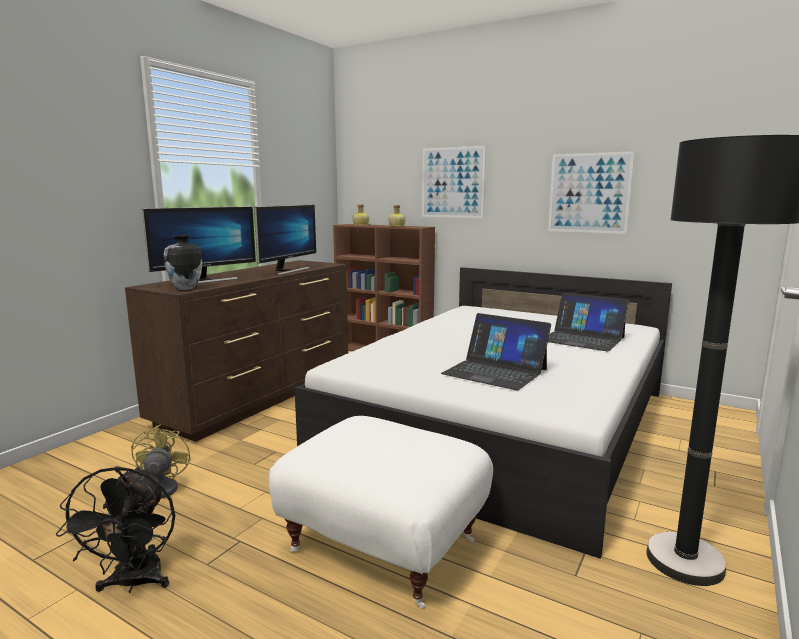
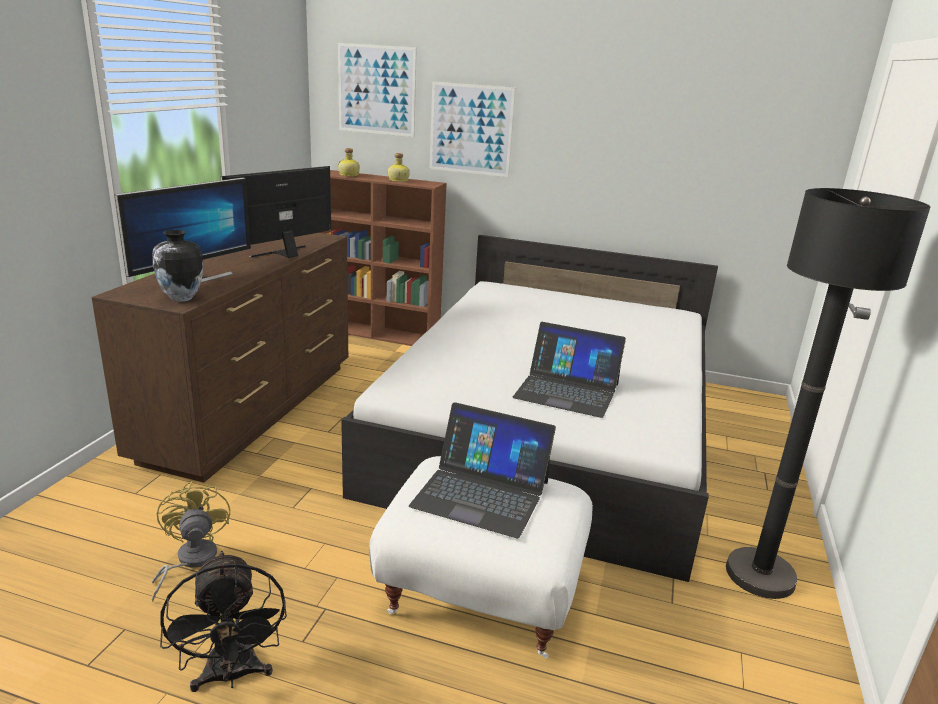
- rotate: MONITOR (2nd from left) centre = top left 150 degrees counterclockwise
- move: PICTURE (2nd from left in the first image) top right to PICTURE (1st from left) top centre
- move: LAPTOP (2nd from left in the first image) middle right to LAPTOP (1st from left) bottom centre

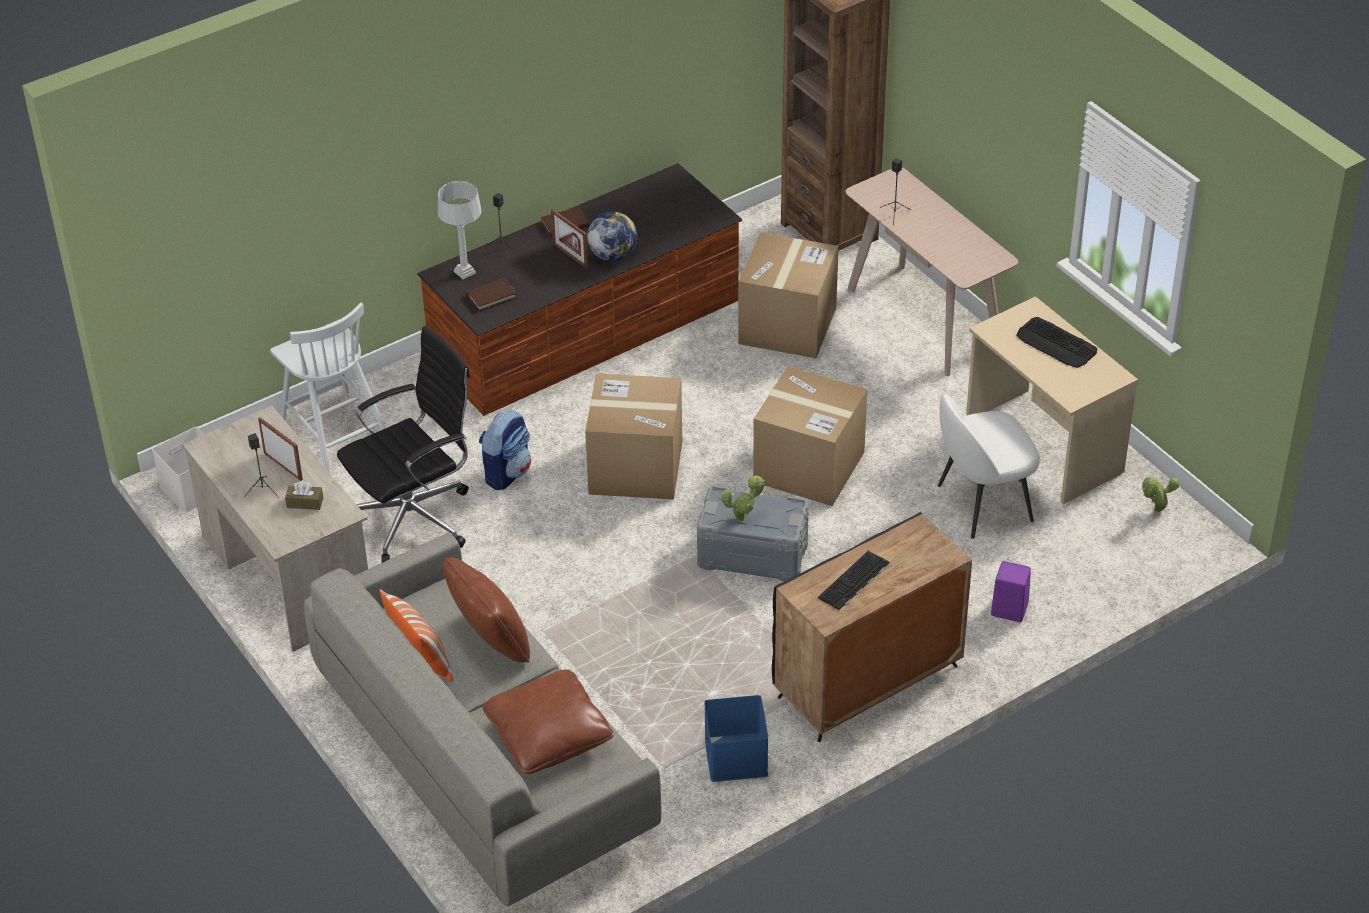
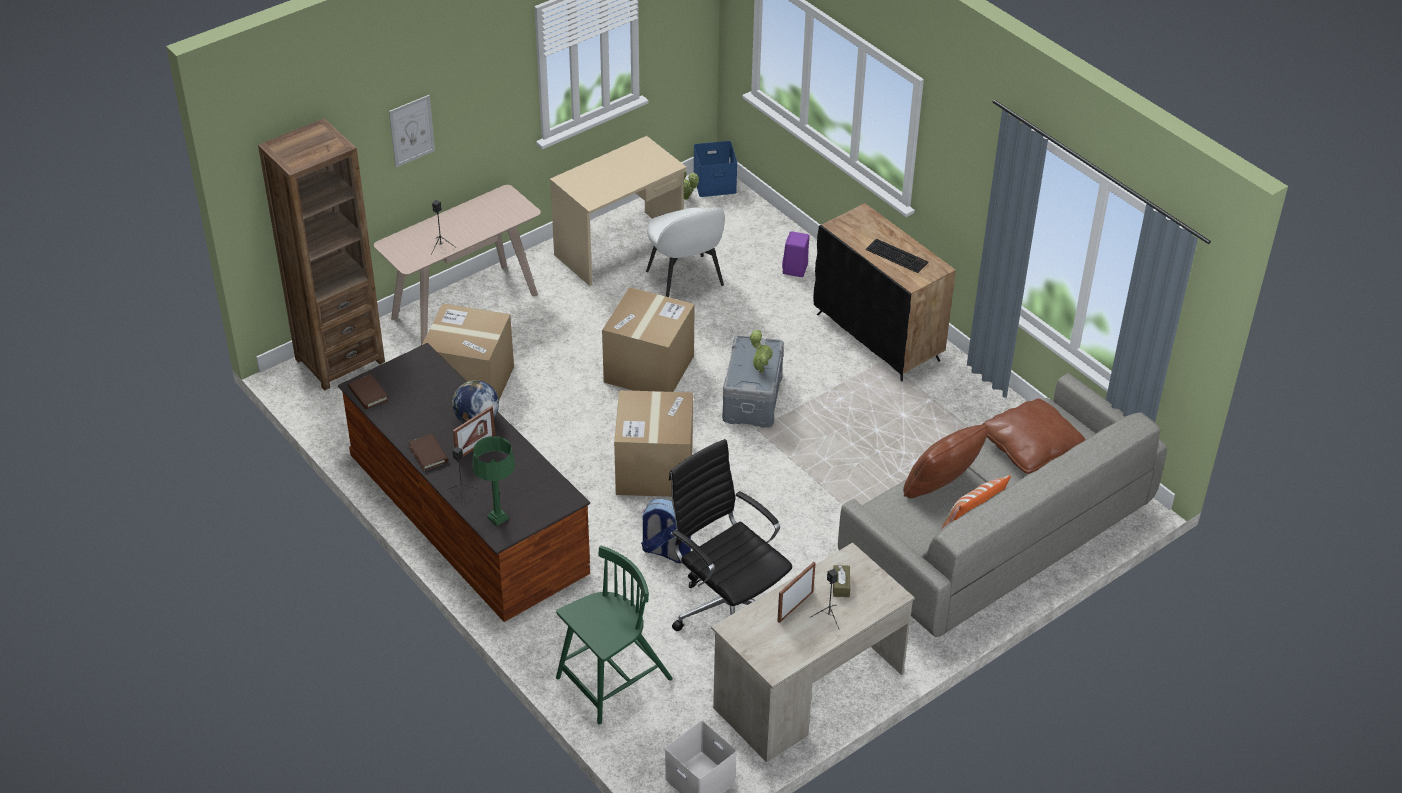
- recolor: WHITE CHAIR (1st from left) middle left to GREEN CHAIR bottom centre
- recolor: GREY TABLE LAMP top centre to GREEN TABLE LAMP centre
- move: BROWN BOOK (1st from left) top centre to middle left
- move: BLUE STORAGE BOX bottom centre to top centre
- delete: KEYBOARD (2nd from left) middle right
- insert: PICTURE top left

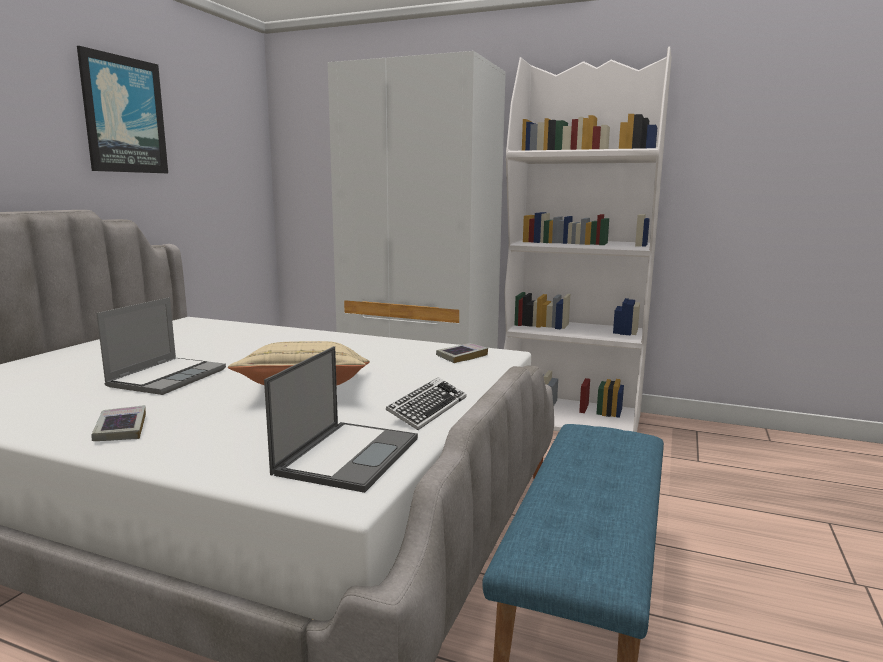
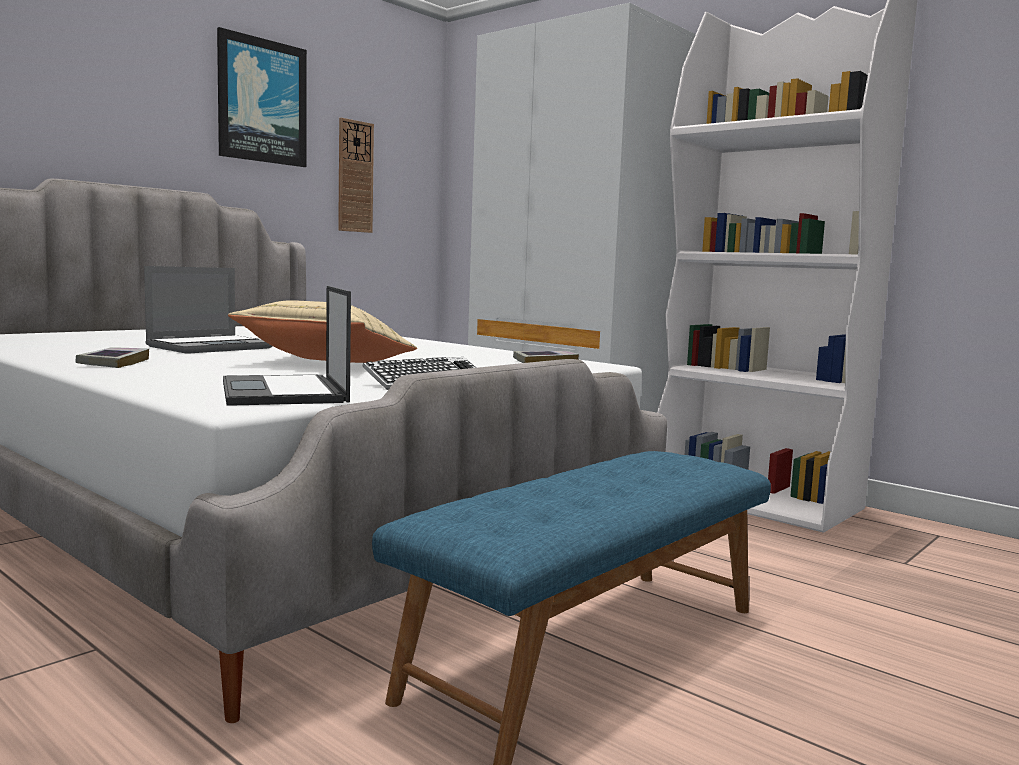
- rotate: LAPTOP (2nd from left) centre = middle left 120 degrees clockwise
- insert: WALL CLOCK top centre

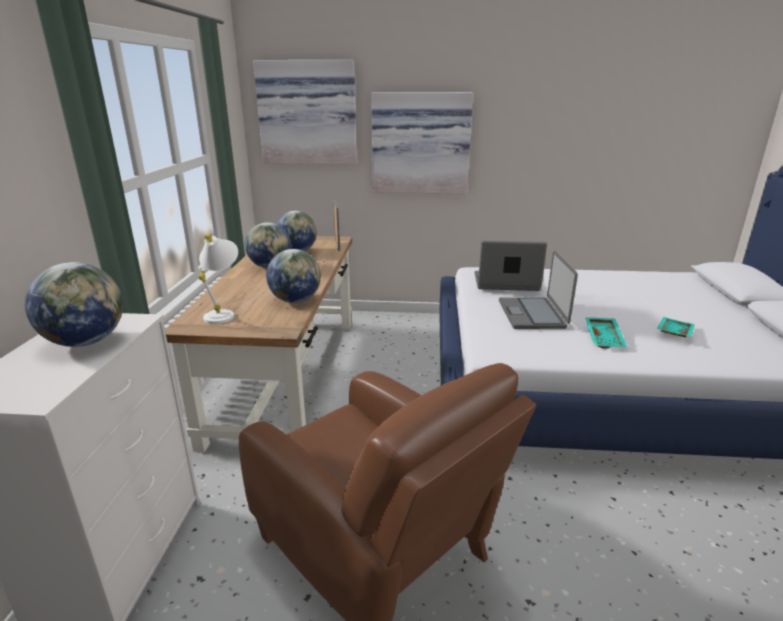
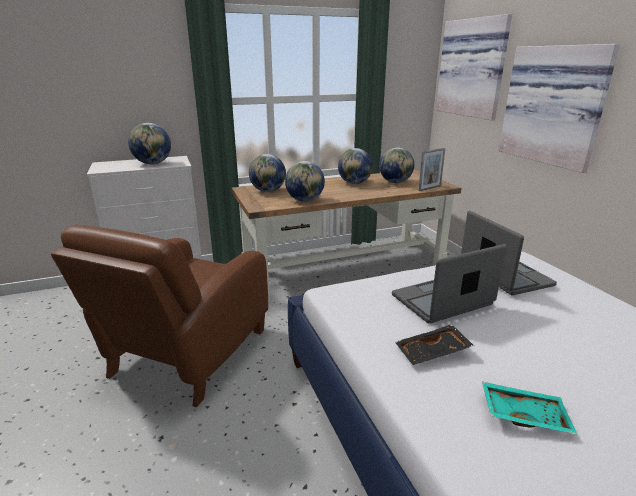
- replace: WHITE TABLE LAMP middle left to GLOBE (2nd from left) centre
- recolor: TURQUOISE TRAY (1st from left) middle right to BLACK TRAY bottom right

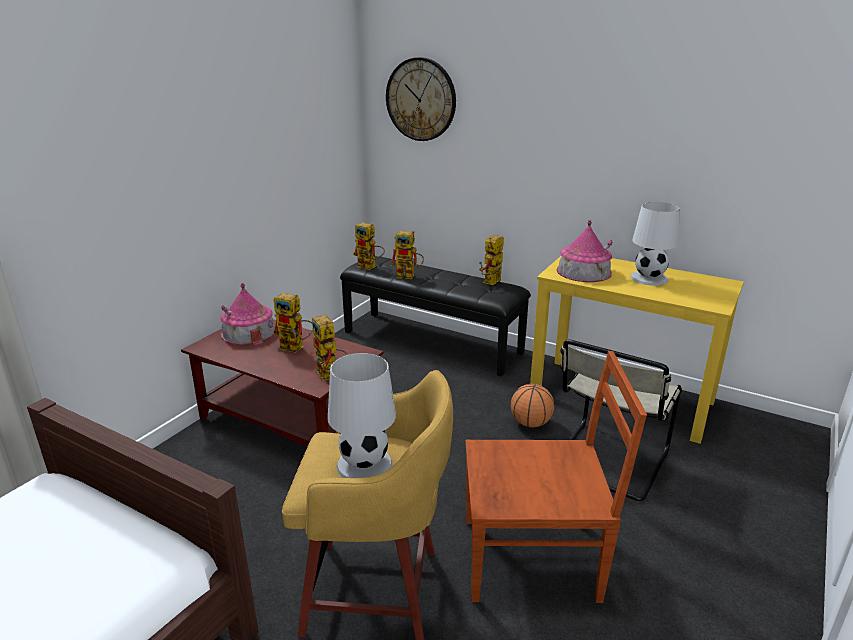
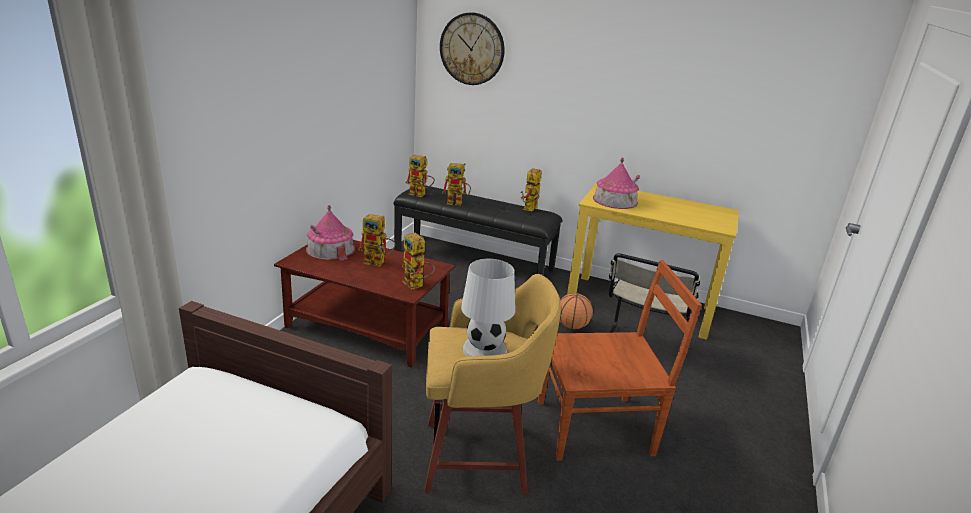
- delete: WHITE TABLE LAMP (2nd from left) middle right

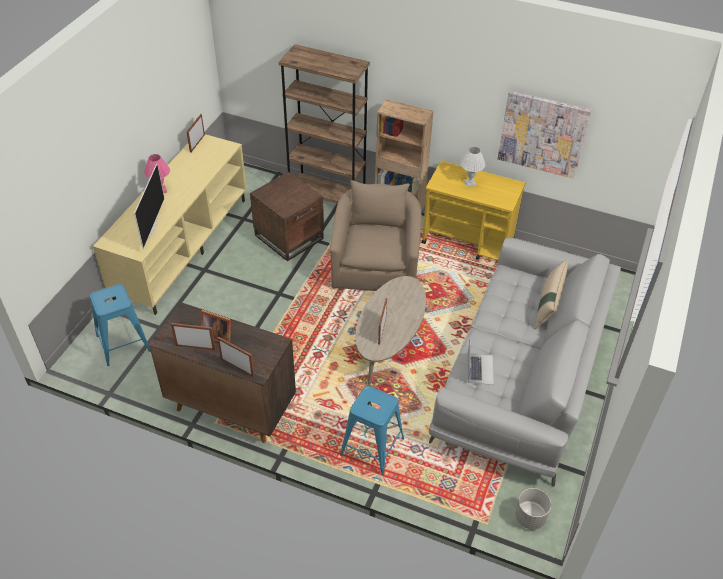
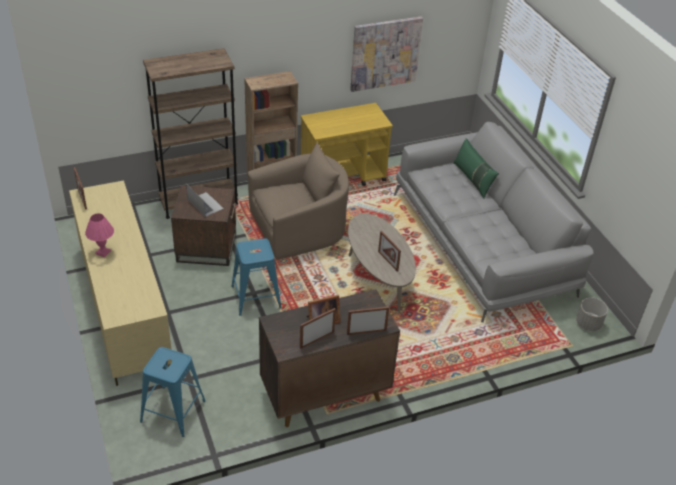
- delete: TELEVISION middle left
- rotate: BEIGE ARMCHAIR centre = centre 105 degrees clockwise
- move: BLUE STOOL (2nd from left) bottom centre to centre
- delete: WHITE TABLE LAMP top centre
- move: LAPTOP centre to middle left
- recolor: BEIGE PILLOW middle right to GREEN PILLOW middle right

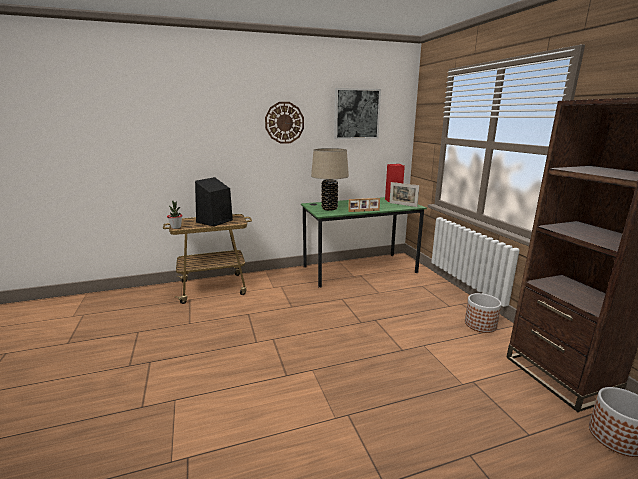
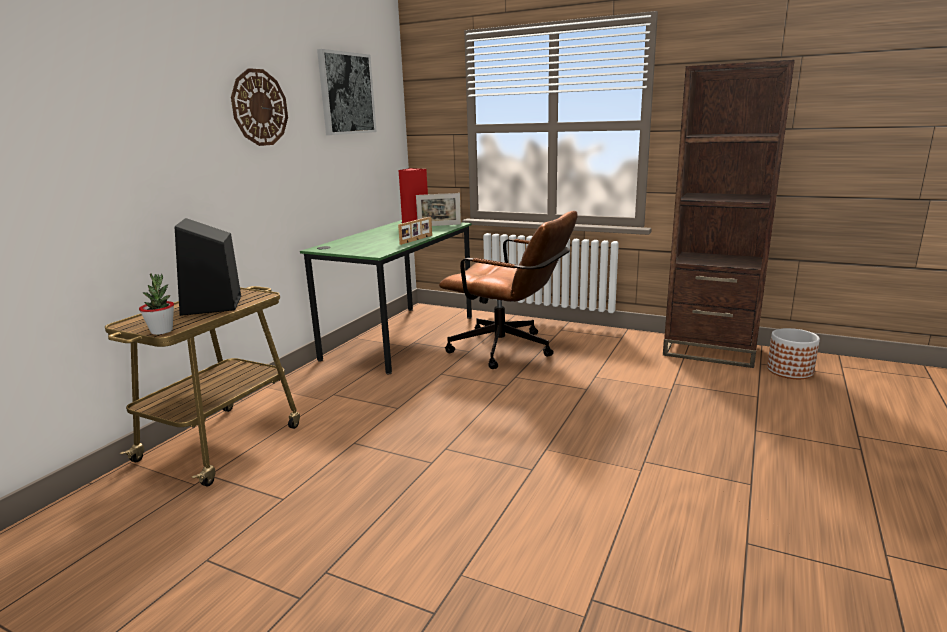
- delete: BEIGE TABLE LAMP centre
- delete: PLANTER (1st from left) middle right
- insert: BROWN OFFICE CHAIR centre

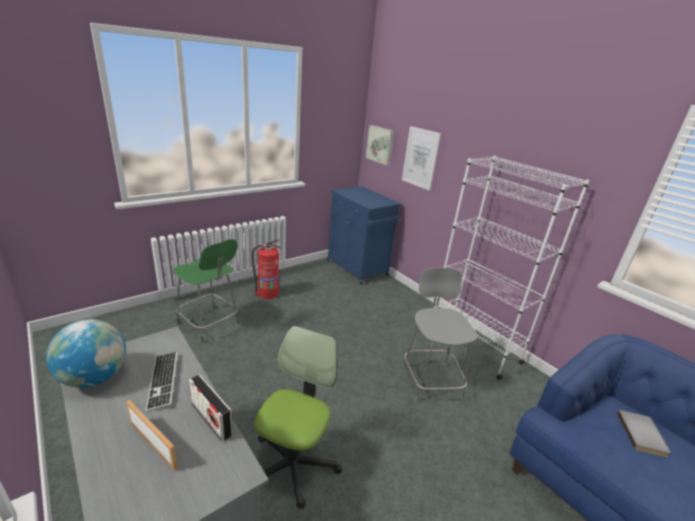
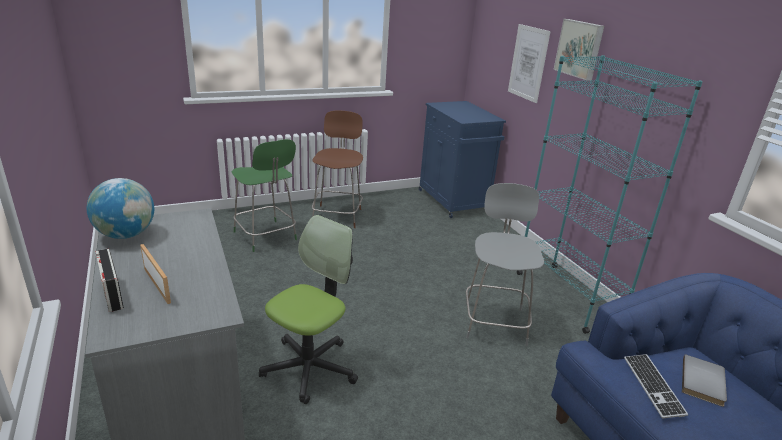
- move: KEYBOARD bottom left to bottom right
- move: RADIO bottom left to middle left
- replace: FIRE EXTINGUISHER centre to BROWN CHAIR centre
- move: PICTURE (1st from left in the first image) top centre to PICTURE (2nd from left) top right
- recolor: WHITE BOOKCASE middle right to TURQUOISE BOOKCASE middle right

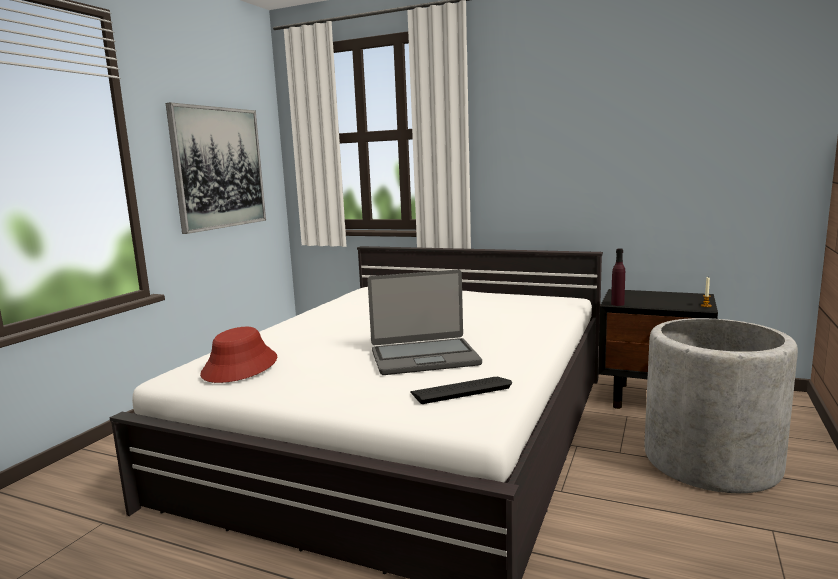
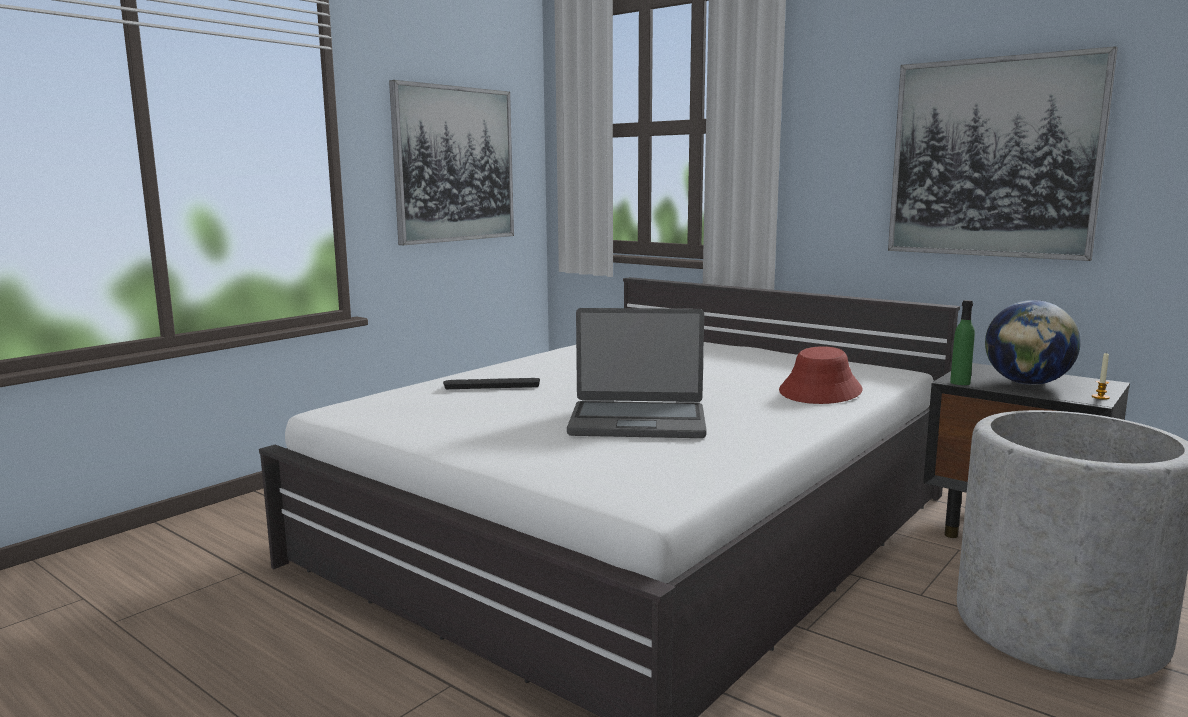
- move: RED HAT middle left to middle right
- move: KEYBOARD bottom centre to centre
- recolor: PURPLE BOTTLE middle right to GREEN BOTTLE middle right
- insert: PICTURE (2nd from left) top right
- insert: GLOBE middle right

